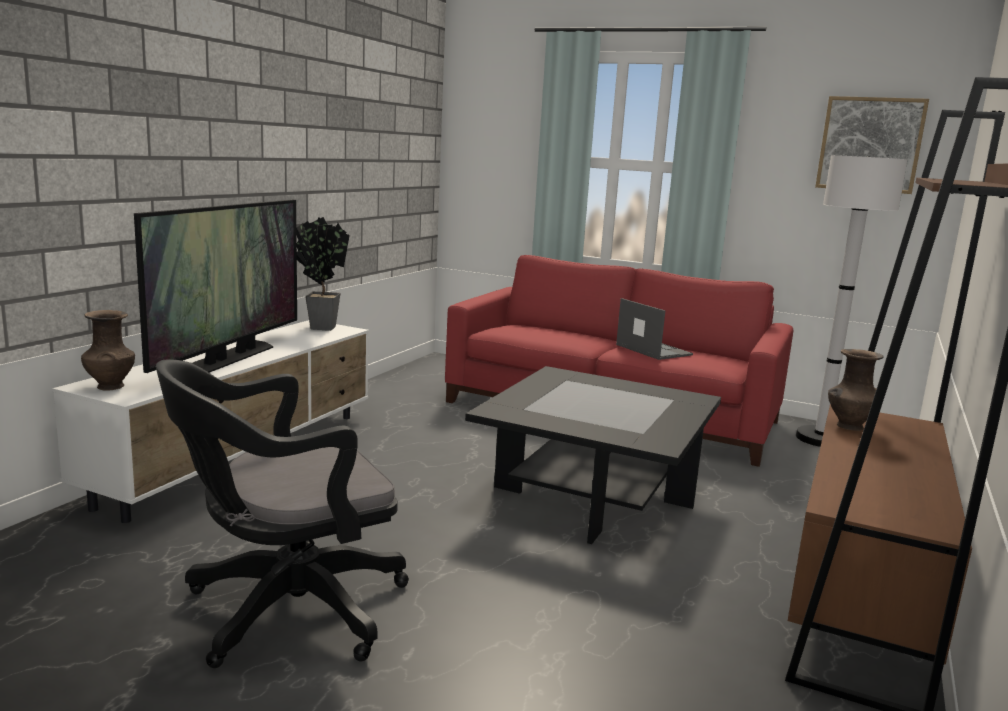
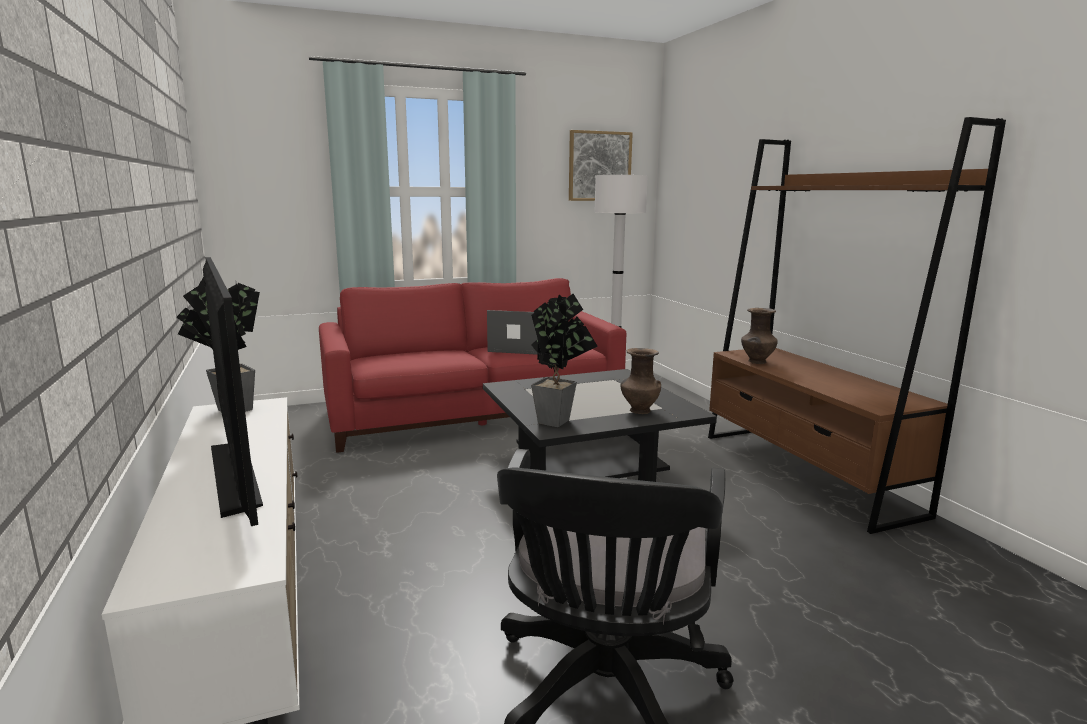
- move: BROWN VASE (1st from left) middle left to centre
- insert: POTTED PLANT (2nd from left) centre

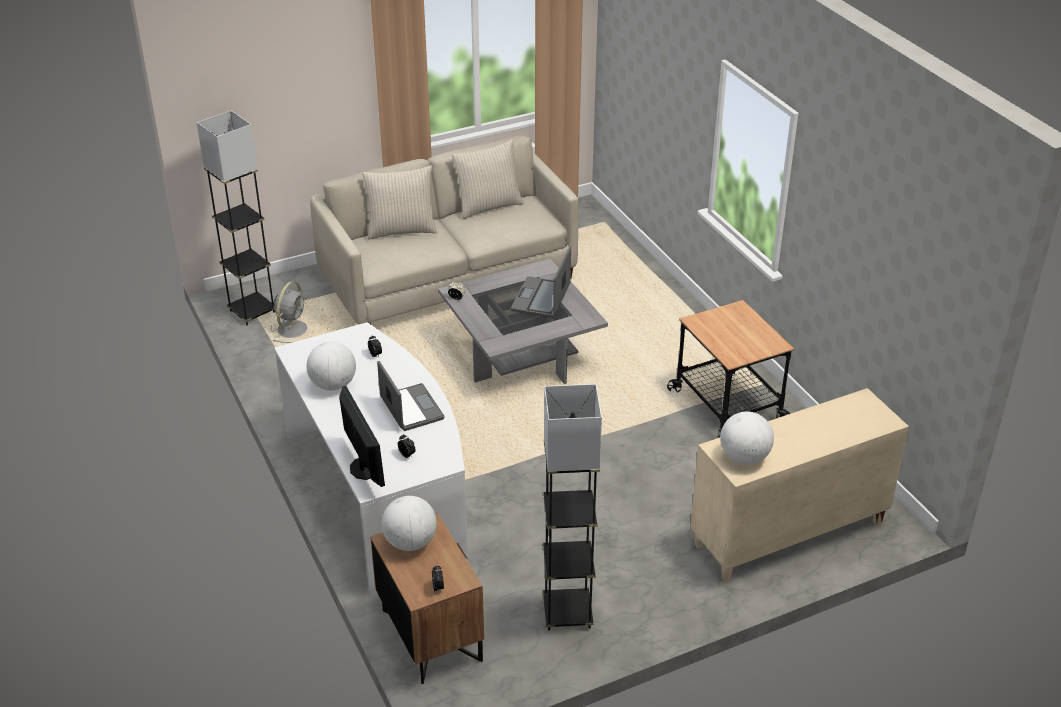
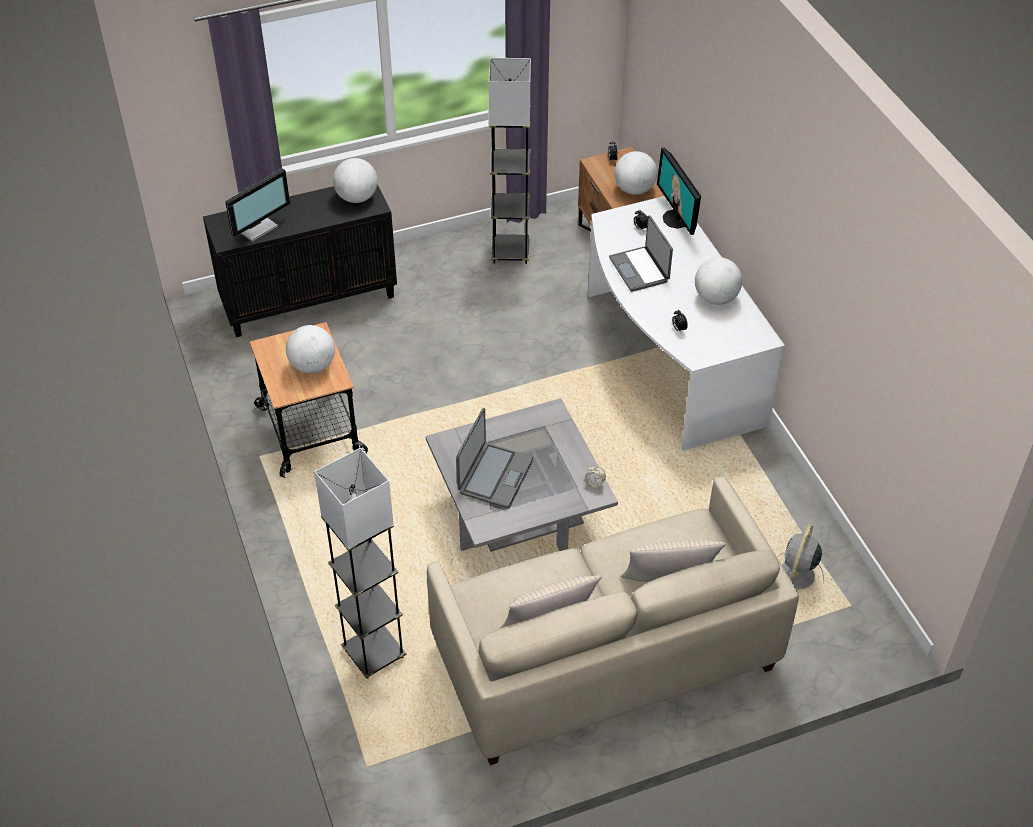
- move: GREY FLOOR LAMP (1st from left) top left to bottom centre
- recolor: BEIGE CABINET bottom right to BLACK CABINET top left
- insert: MONITOR (1st from left) top left
- insert: GLOBE (1st from left) middle left

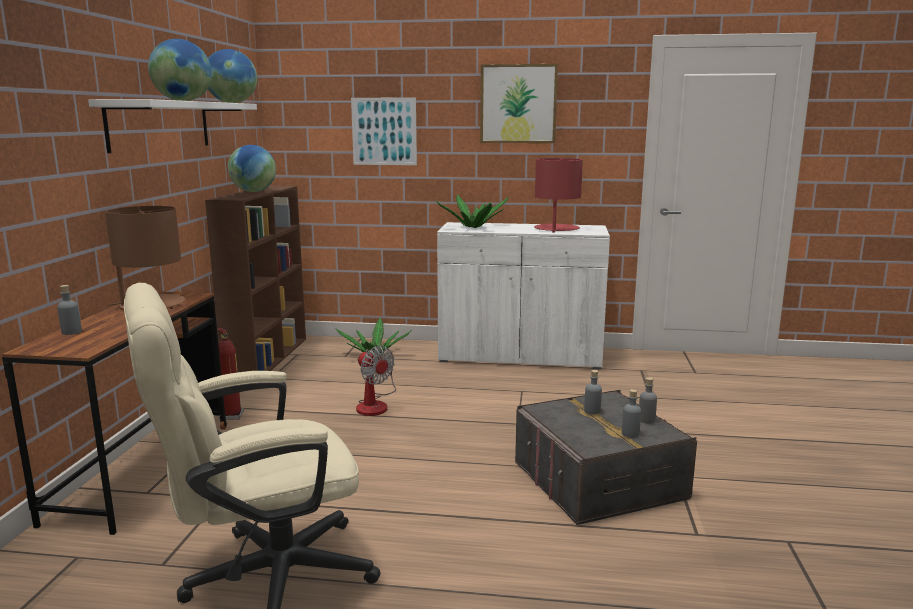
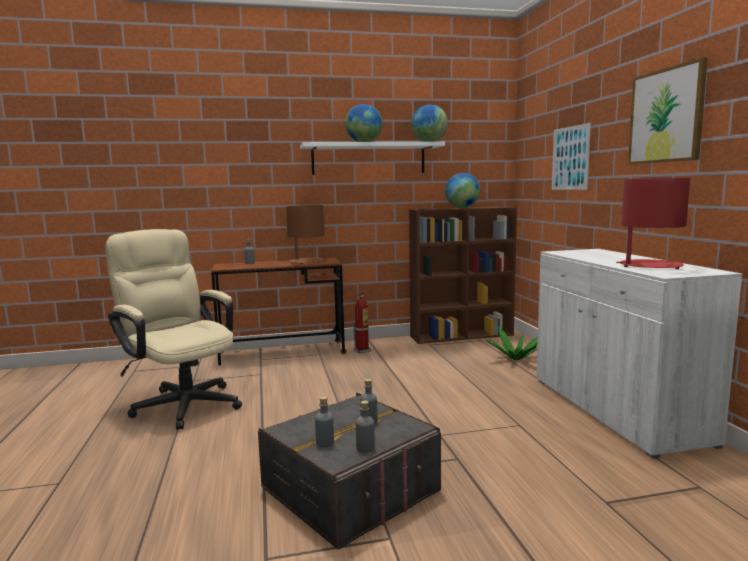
- delete: FAN centre
- delete: POTTED PLANT (2nd from left) centre

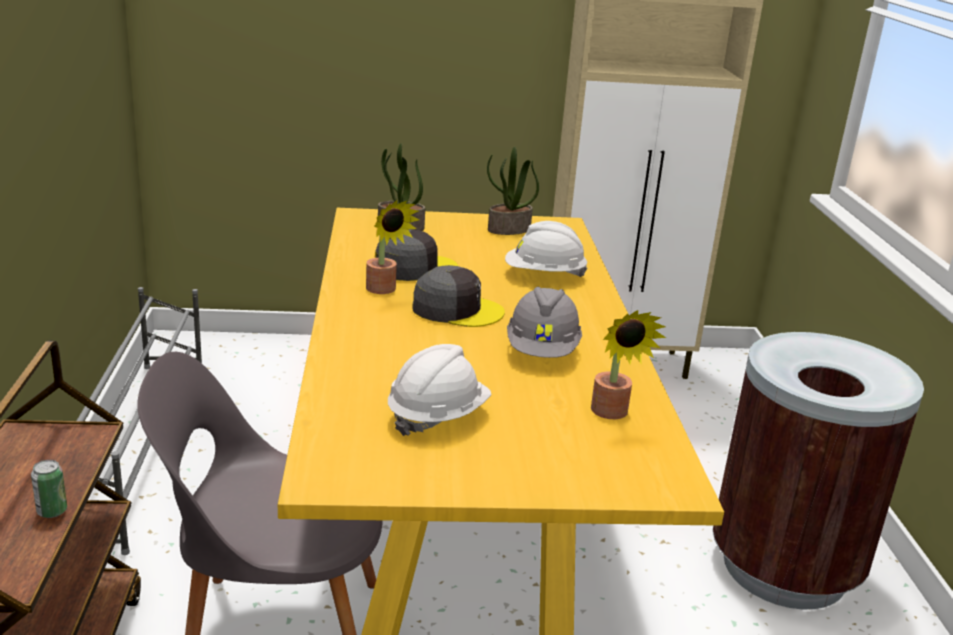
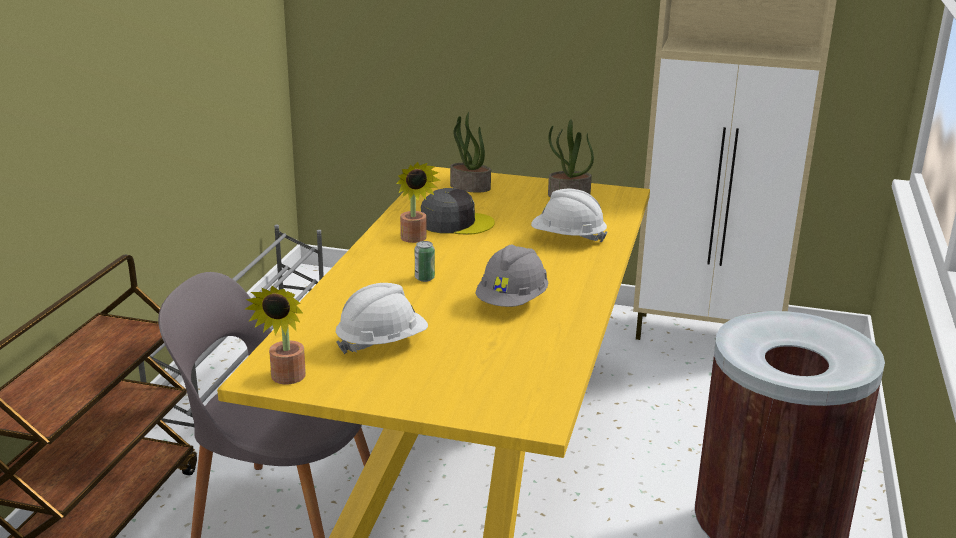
- move: CAN bottom left to centre
- delete: GREY CAP (2nd from left) centre
- move: POTTED PLANT (4th from left in the first image) centre to POTTED PLANT (1st from left) middle left

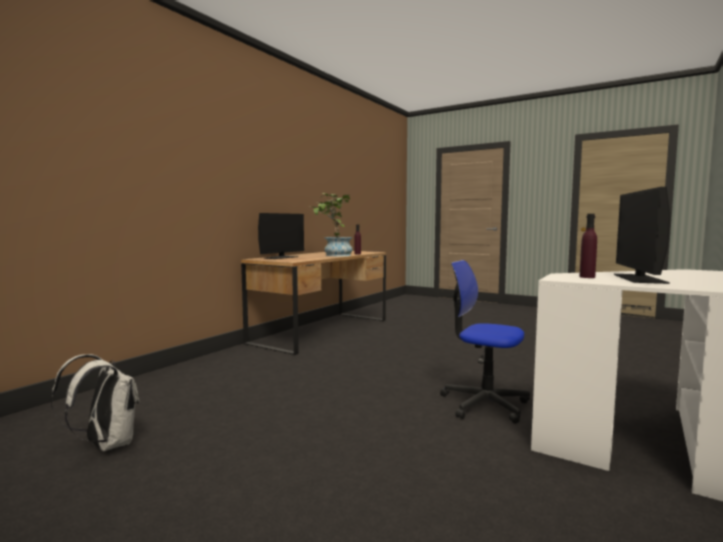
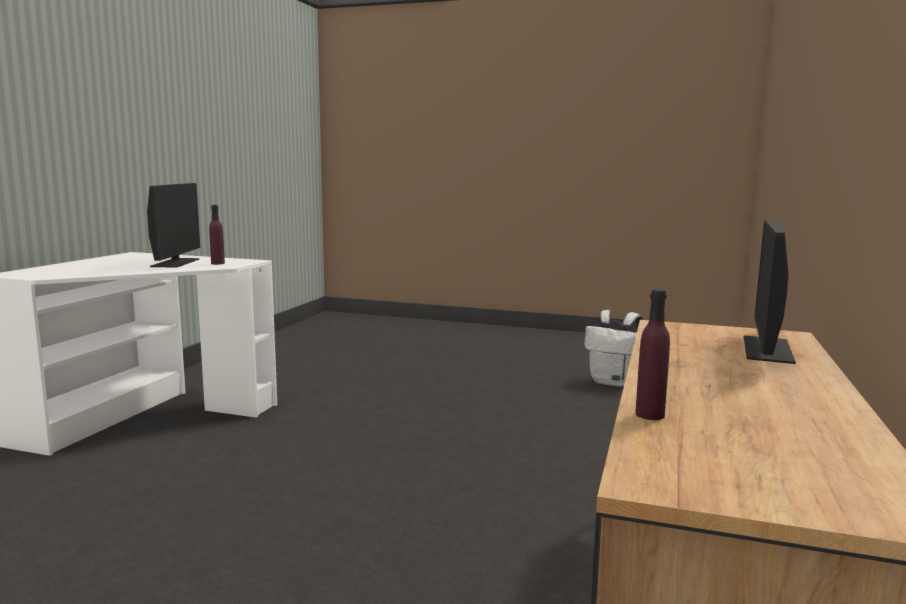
- delete: POTTED PLANT centre
- delete: OFFICE CHAIR middle right

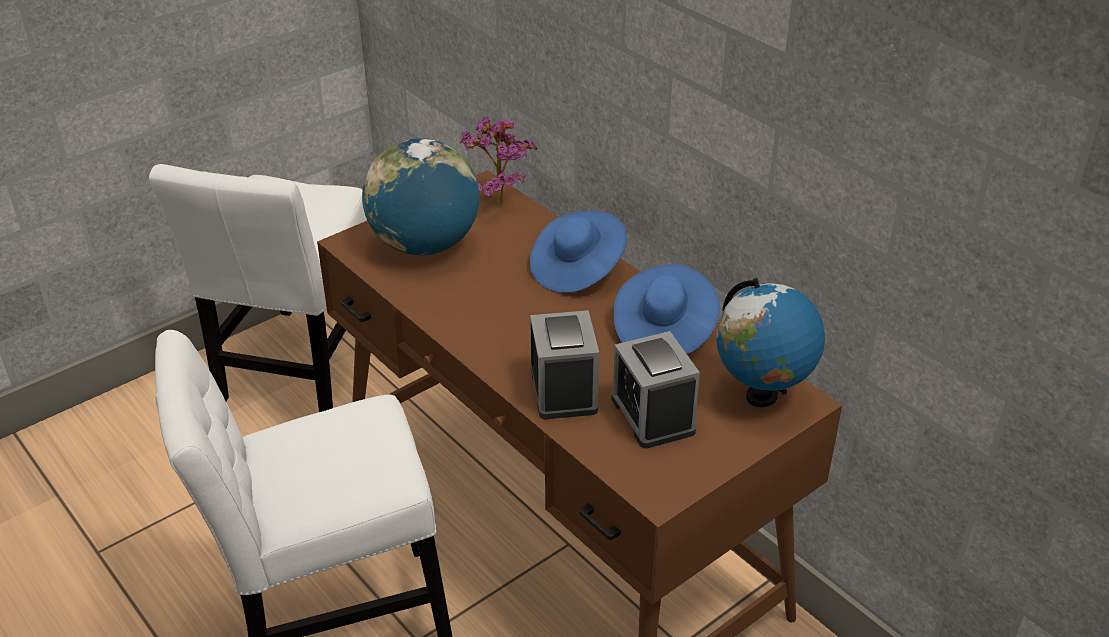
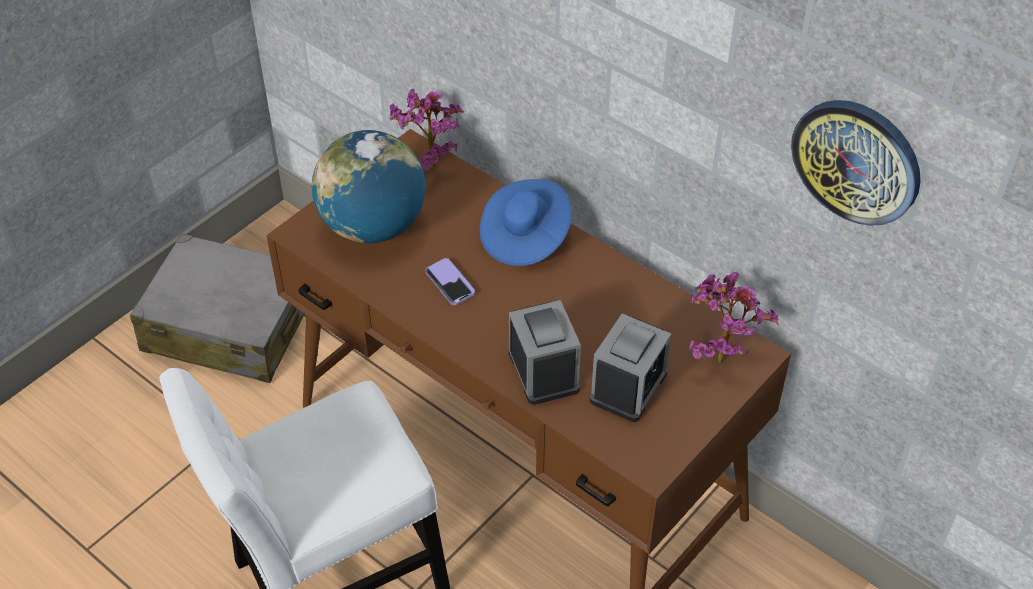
- replace: WHITE CHAIR (1st from left) middle left to GREY SUITCASE middle left
- rotate: ALARM CLOCK (2nd from left) centre = centre 120 degrees counterclockwise
- delete: BLUE HAT (2nd from left) centre
- replace: GLOBE (2nd from left) middle right to POTTED PLANT (2nd from left) middle right
- insert: PHONE centre
- insert: WALL CLOCK top right

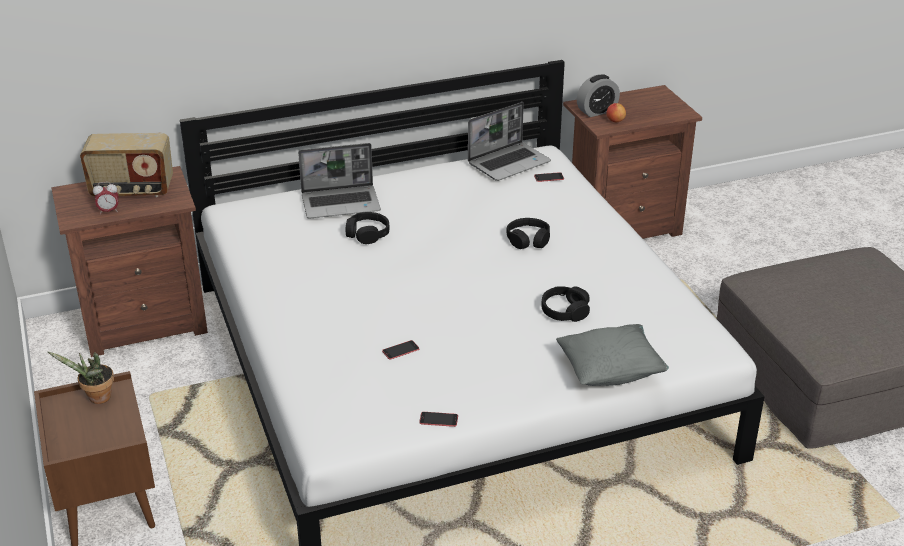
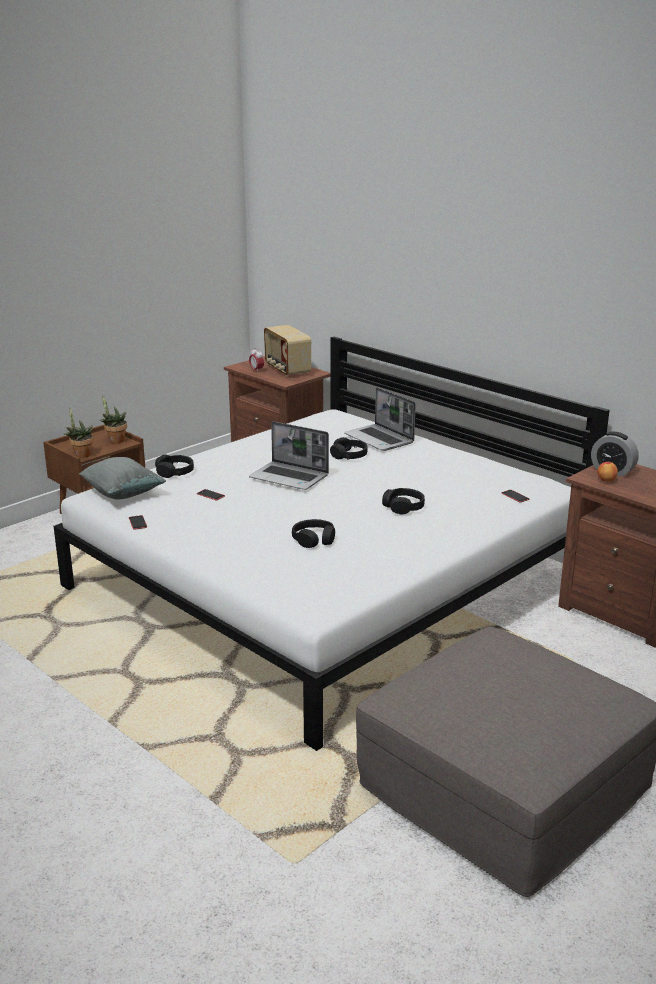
- move: LAPTOP (2nd from left in the first image) top centre to LAPTOP (1st from left) centre
- move: GREY PILLOW middle right to middle left
- insert: POTTED PLANT (1st from left) middle left
- insert: BLACK HEADPHONES (1st from left) middle left

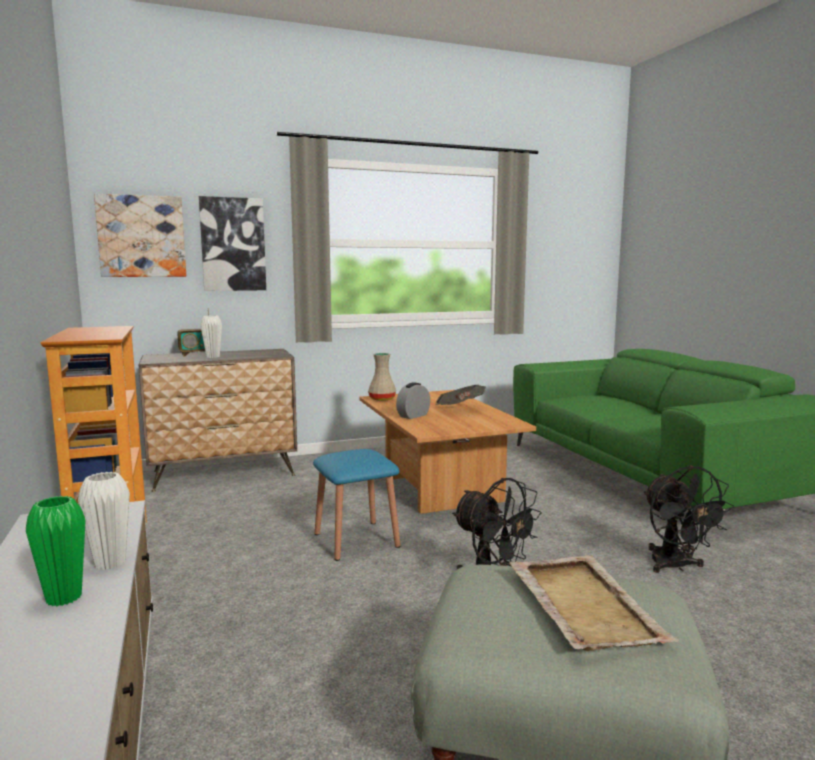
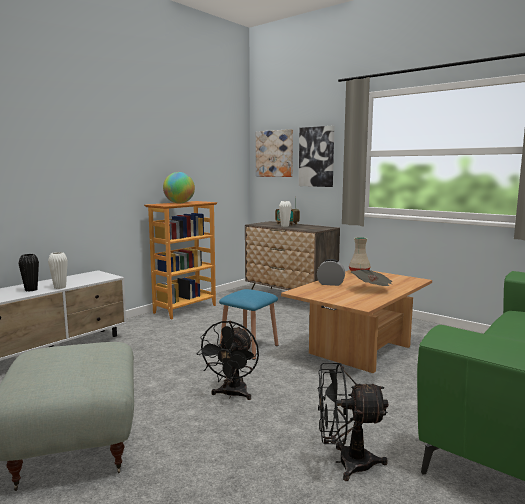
- recolor: GREEN VASE bottom left to BLACK VASE middle left
- delete: BEIGE TRAY bottom right
- rotate: BLACK FAN (2nd from left) bottom right = bottom right 45 degrees clockwise
- insert: GLOBE centre

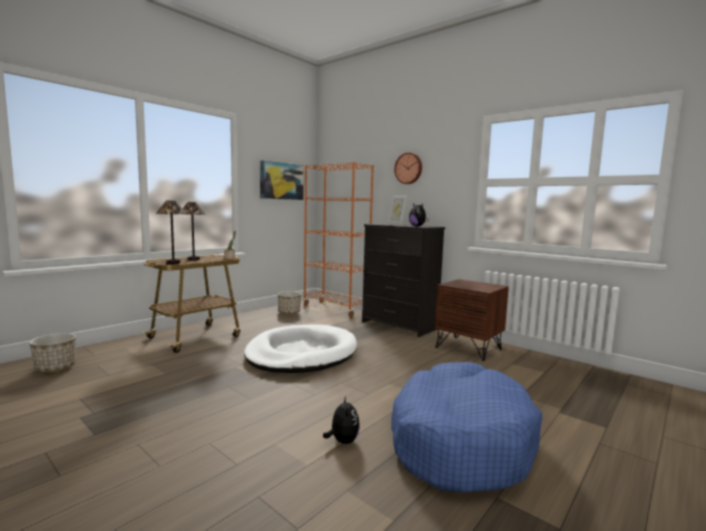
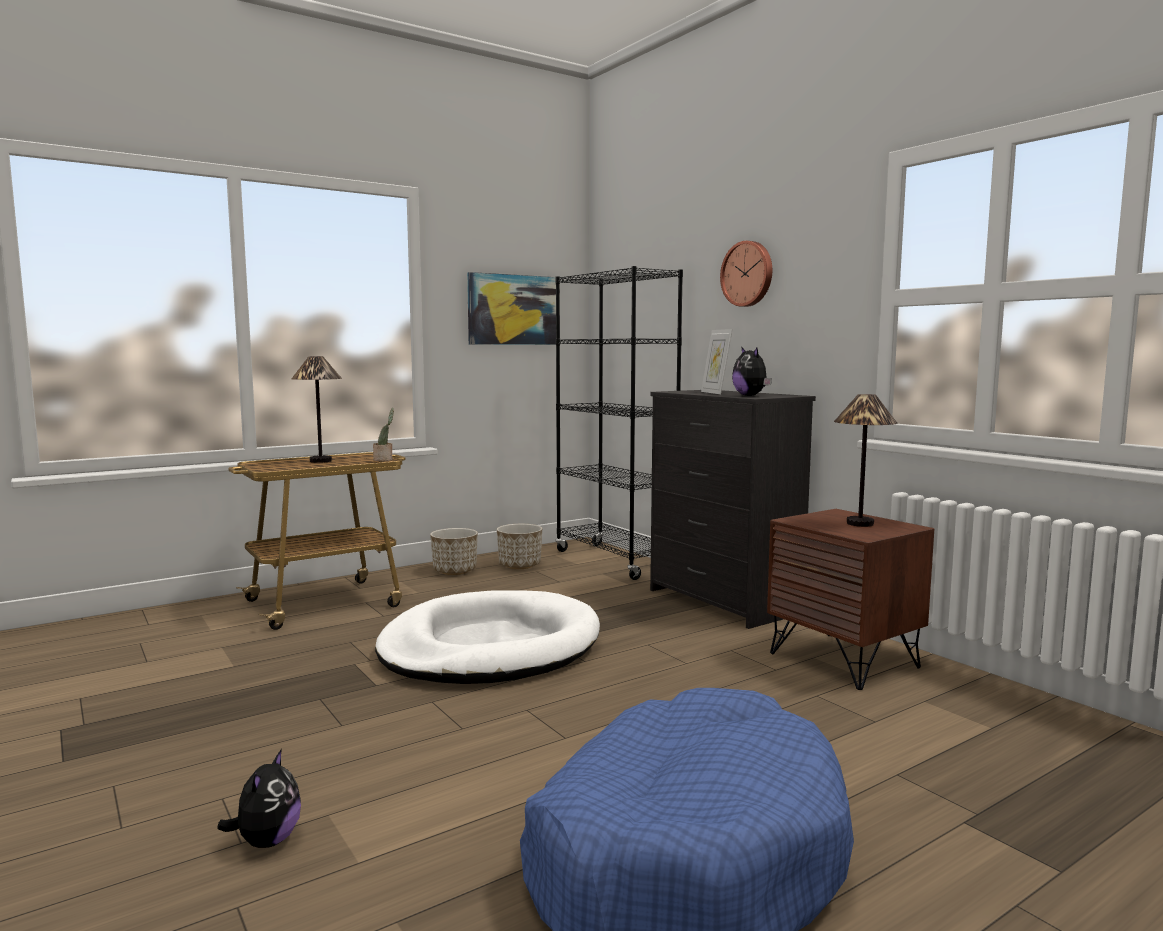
- move: PLANTER (1st from left) middle left to centre
- move: TABLE LAMP (1st from left in the first image) middle left to TABLE LAMP (2nd from left) middle right
- recolor: ORANGE BOOKCASE centre to BLACK BOOKCASE centre
- move: PLUSH TOY (1st from left) bottom centre to bottom left

